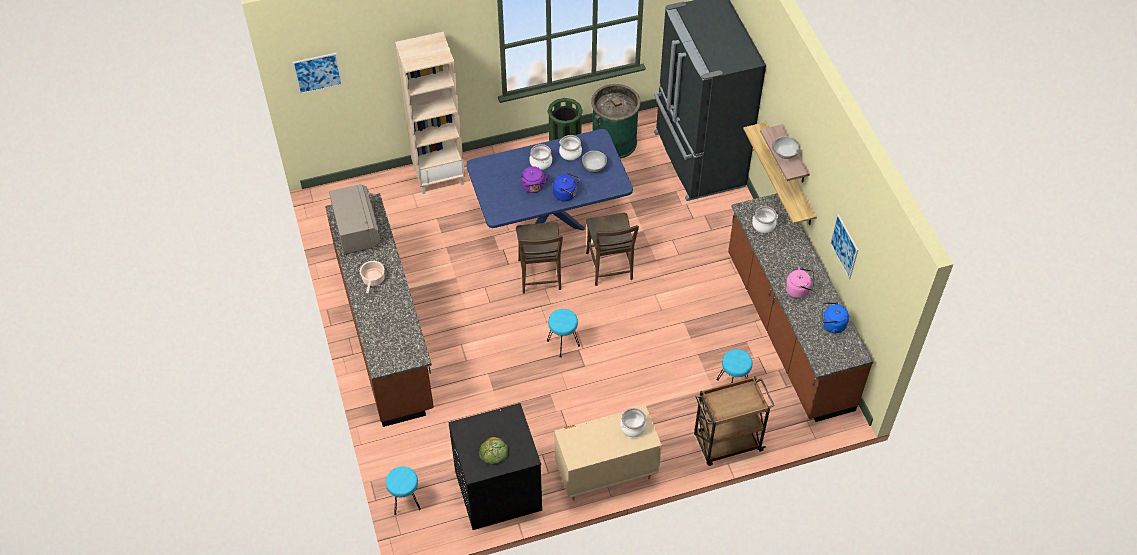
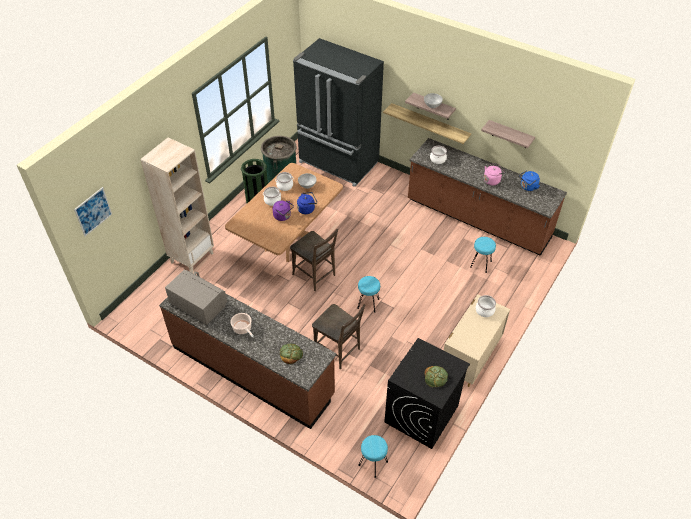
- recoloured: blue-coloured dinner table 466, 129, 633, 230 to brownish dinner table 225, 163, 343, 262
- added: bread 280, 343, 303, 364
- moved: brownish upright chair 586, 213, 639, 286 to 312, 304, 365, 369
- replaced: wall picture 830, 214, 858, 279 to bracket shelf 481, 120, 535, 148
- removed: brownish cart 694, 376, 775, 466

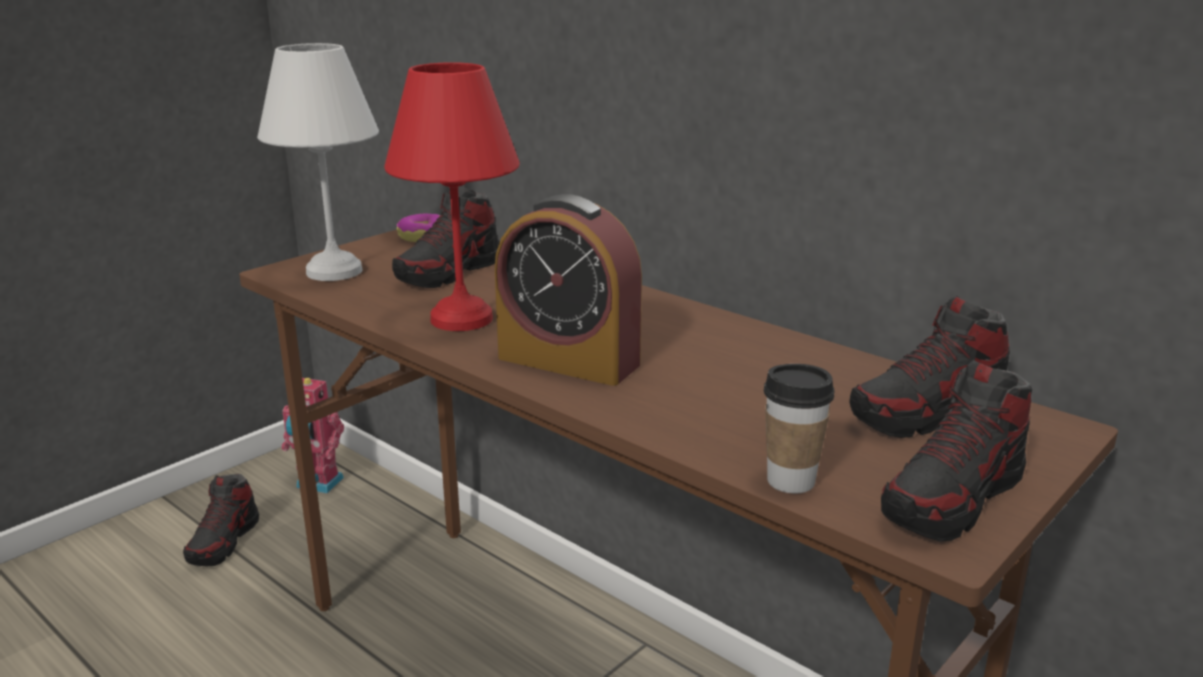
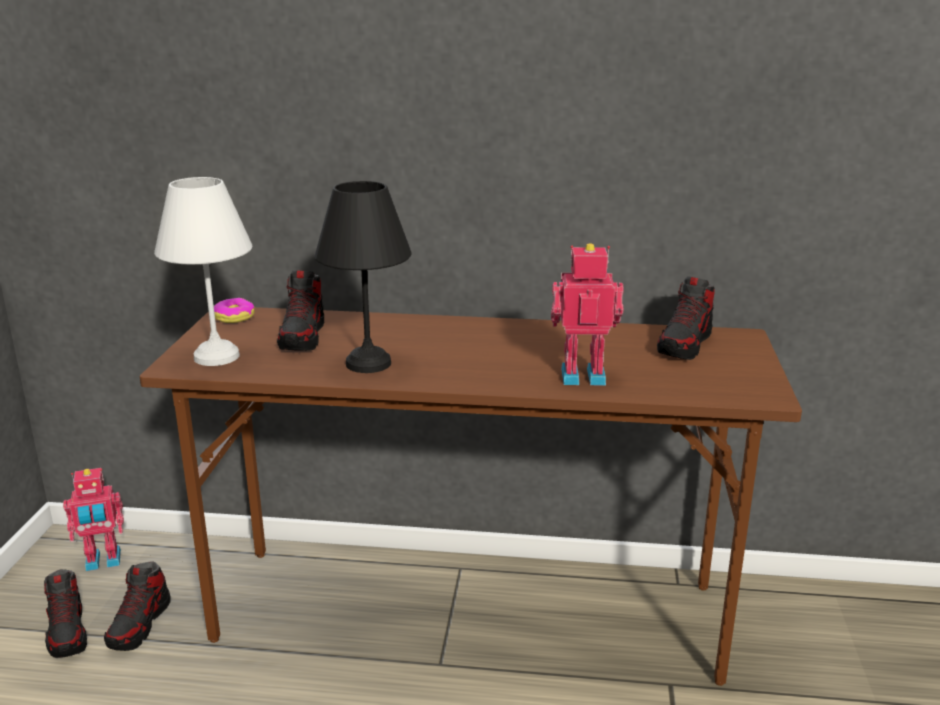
- moved: low shoe 881, 360, 1032, 542 to 104, 561, 171, 651
- recoloured: red tabletop lamp 384, 62, 520, 331 to black tabletop lamp 315, 181, 411, 373
- added: model robot 551, 243, 624, 386
- removed: alarm clock 495, 194, 642, 386
- removed: small cup 764, 364, 834, 493

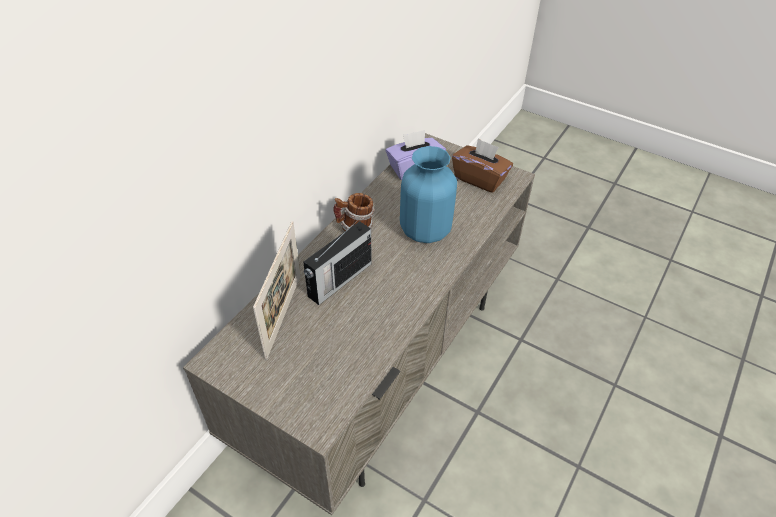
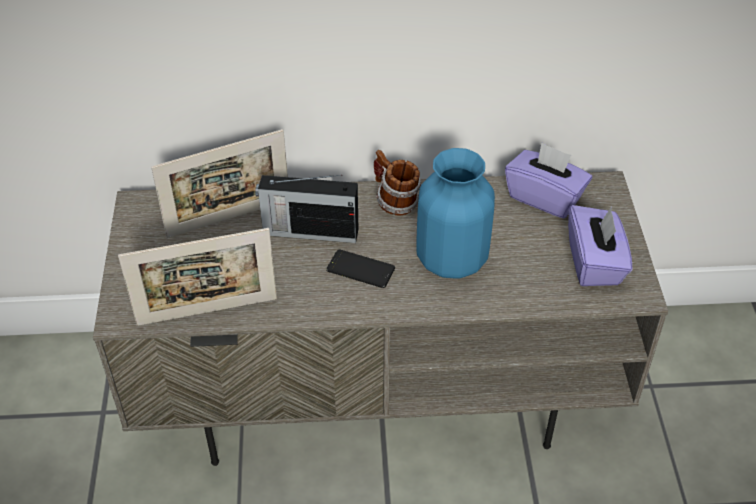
- added: photo frame 118, 228, 277, 326
- added: phone 326, 249, 395, 288
- recoloured: brownish box of tissues 452, 138, 513, 193 to purple box of tissues 568, 205, 632, 286

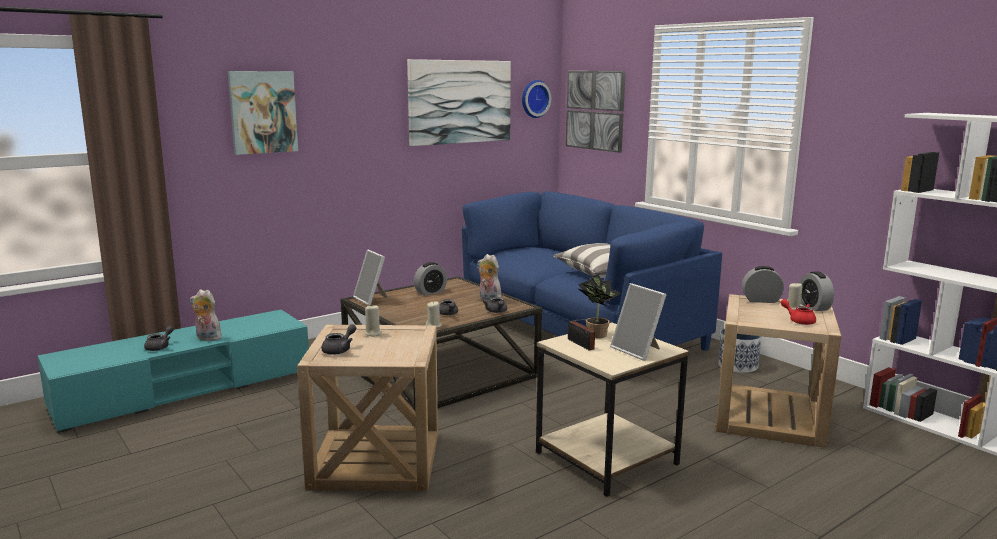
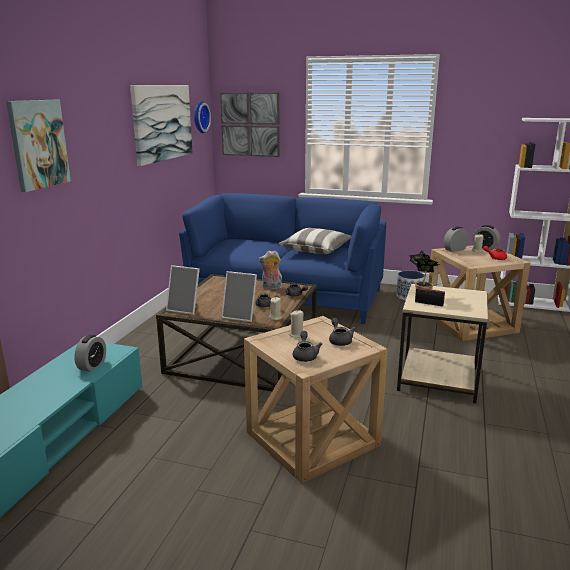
- moved: alarm clock 414, 262, 447, 295 to 74, 334, 106, 372
- moved: photo frame 610, 283, 666, 361 to 221, 271, 257, 322
- moved: greyish teapot 144, 326, 174, 351 to 329, 318, 356, 346
- removed: plush toy 190, 289, 223, 341

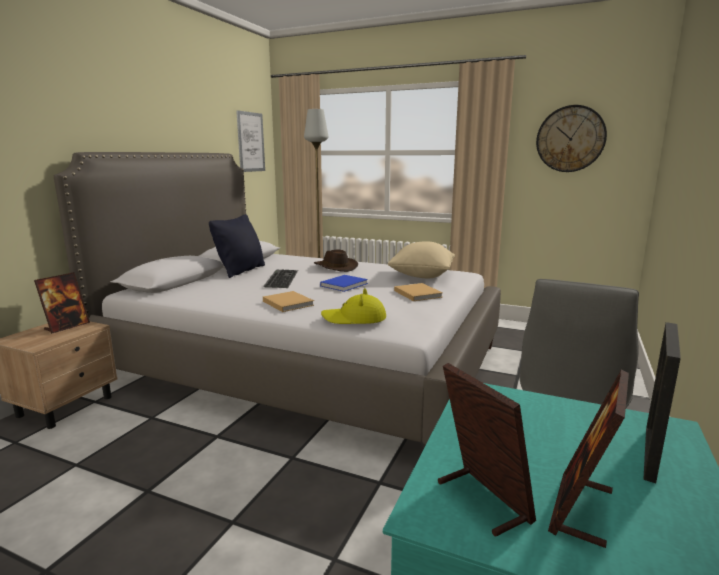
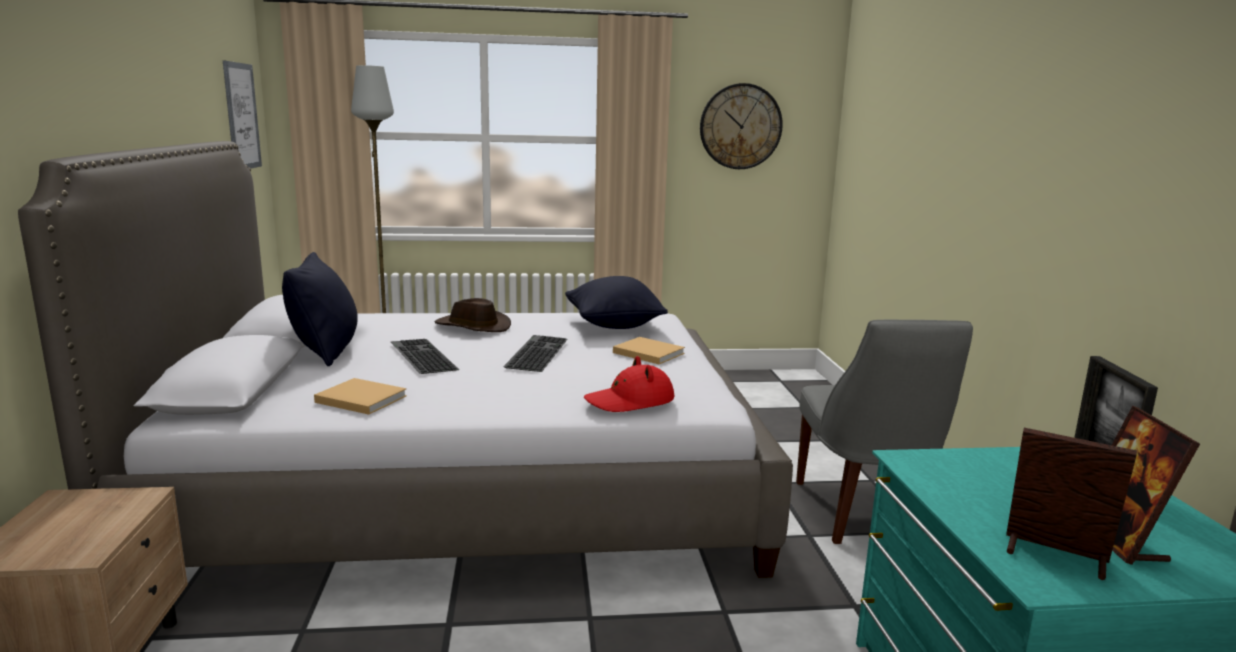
- moved: beige bound book 263, 291, 314, 312 to 314, 378, 407, 415
- replaced: blue-coloured bound book 320, 275, 368, 292 to keyboard 503, 335, 568, 372
- recoloured: beige pillow 388, 241, 455, 278 to black pillow 565, 276, 668, 329
- recoloured: yellow wearable hat 321, 288, 386, 324 to red wearable hat 584, 356, 674, 412
- removed: photo frame 34, 272, 90, 334

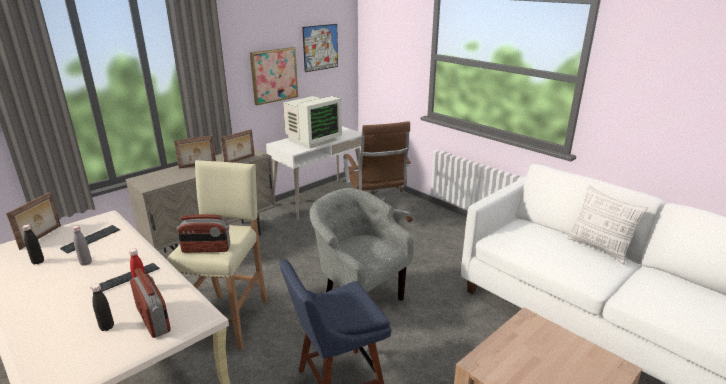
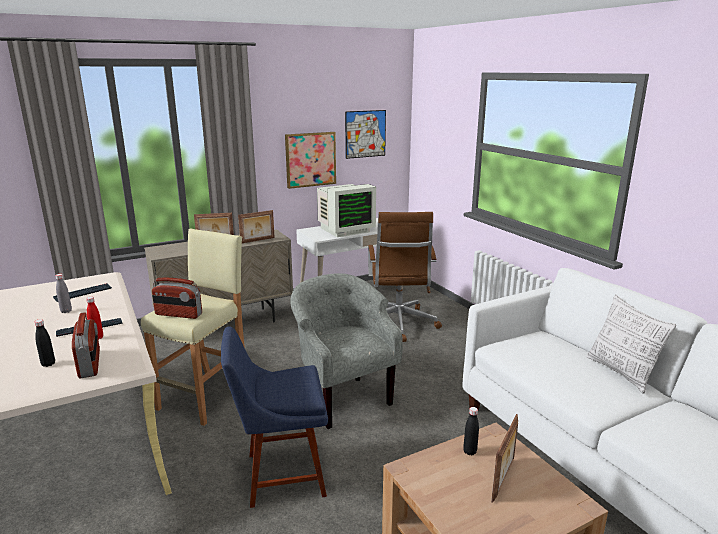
- moved: black drink bottle 22, 224, 44, 265 to 463, 407, 479, 455
- moved: photo frame 6, 192, 61, 250 to 491, 414, 518, 503

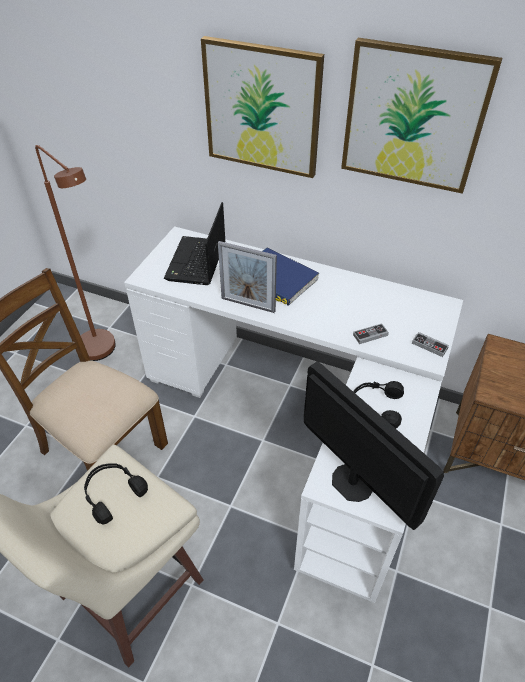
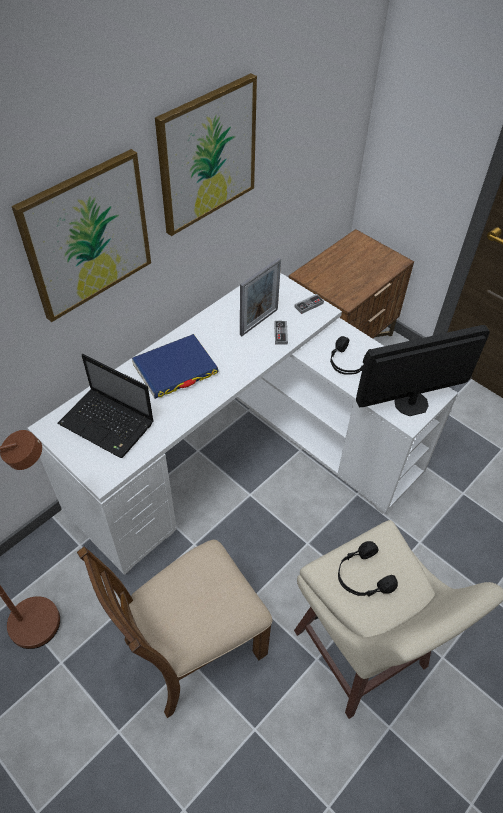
- moved: photo frame 218, 241, 277, 313 to 240, 258, 281, 336

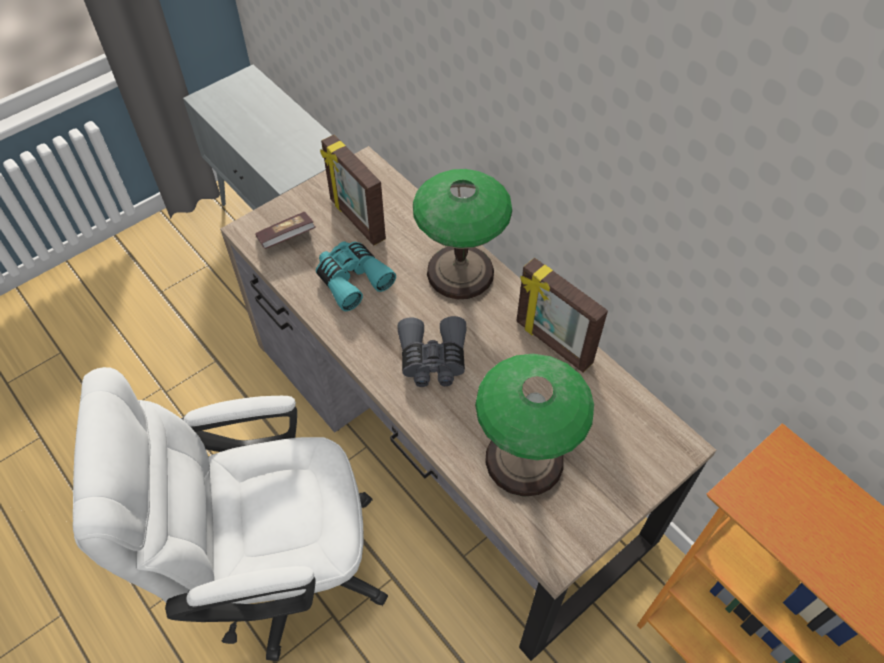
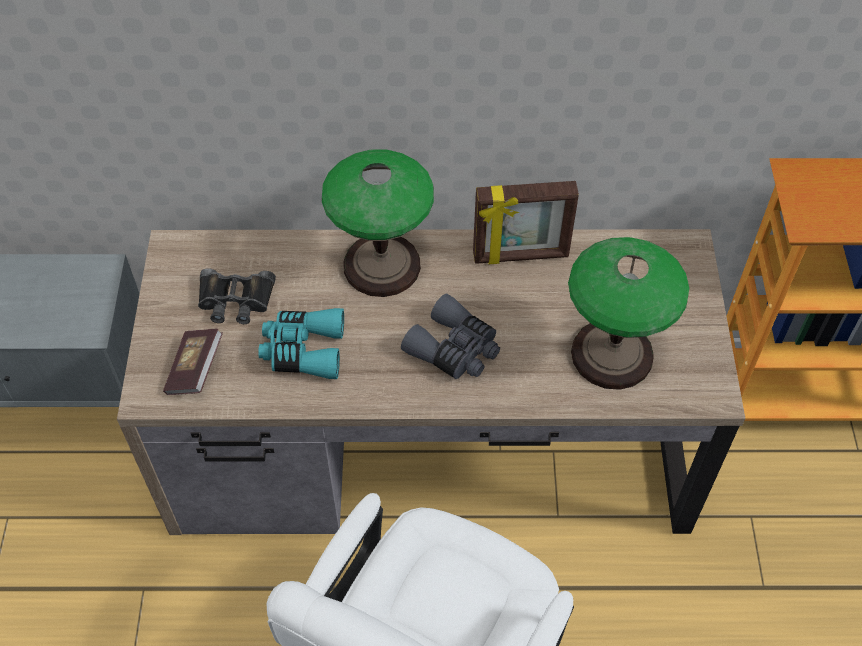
- replaced: photo frame 320, 135, 386, 245 to black field glasses 198, 268, 276, 324

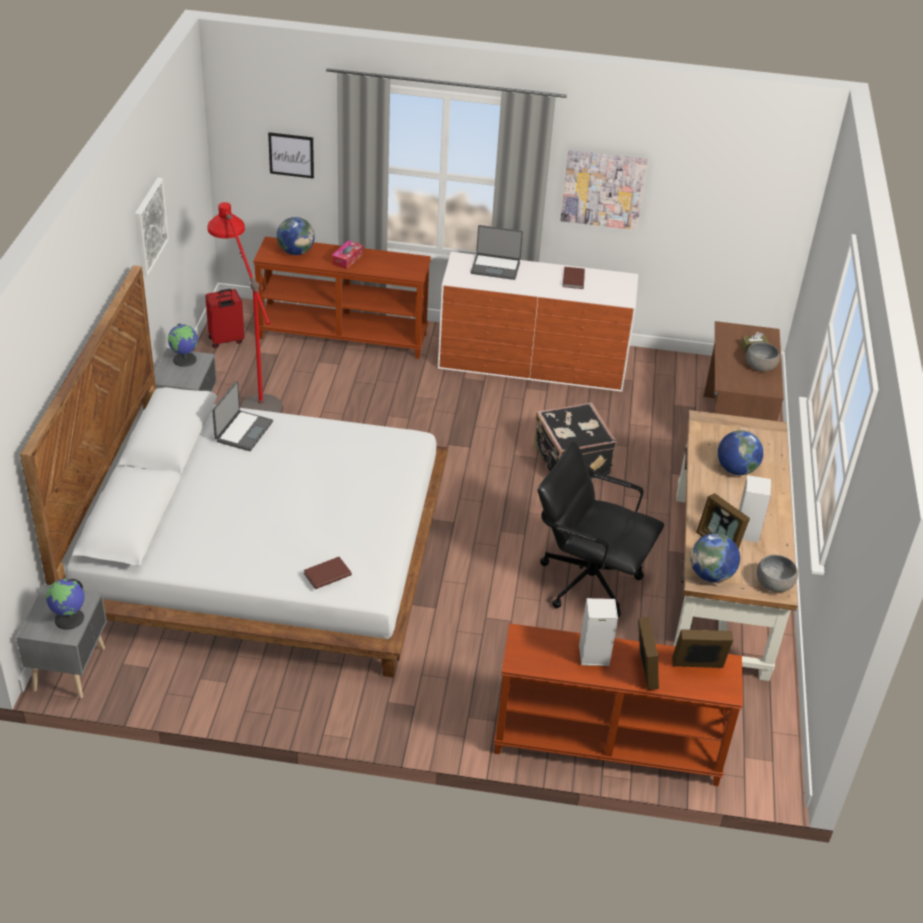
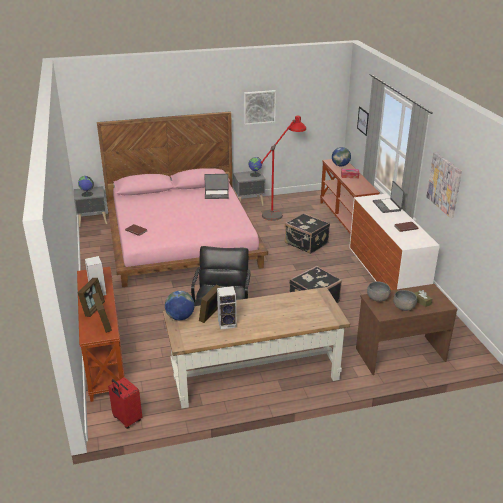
- turned: photo frame 638, 617, 659, 690 = 78, 278, 105, 317 45 degrees counterclockwise
- recoloured: white bedroom bed 20, 265, 448, 678 to pink bedroom bed 97, 111, 268, 287
- moved: red travel case 205, 289, 244, 348 to 108, 377, 142, 429
- added: black travel case 285, 213, 330, 254
- moved: greyish bowl 757, 555, 798, 592 to 367, 282, 390, 302
- removed: world globe 718, 430, 763, 475

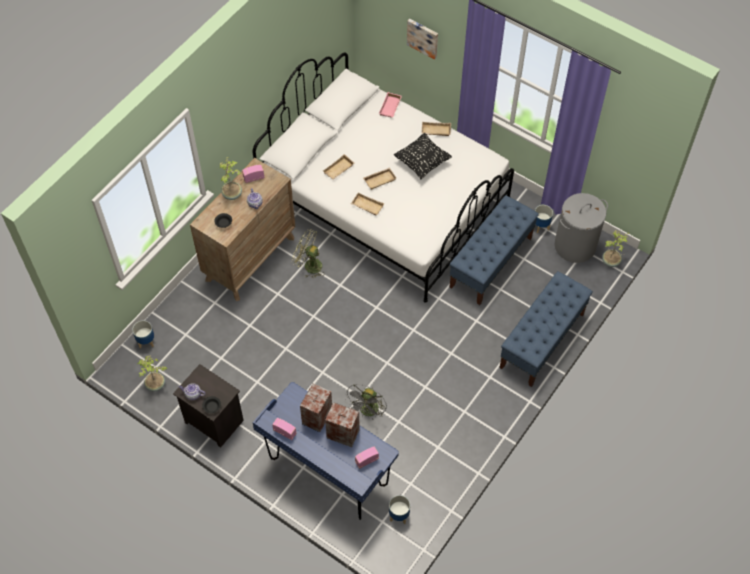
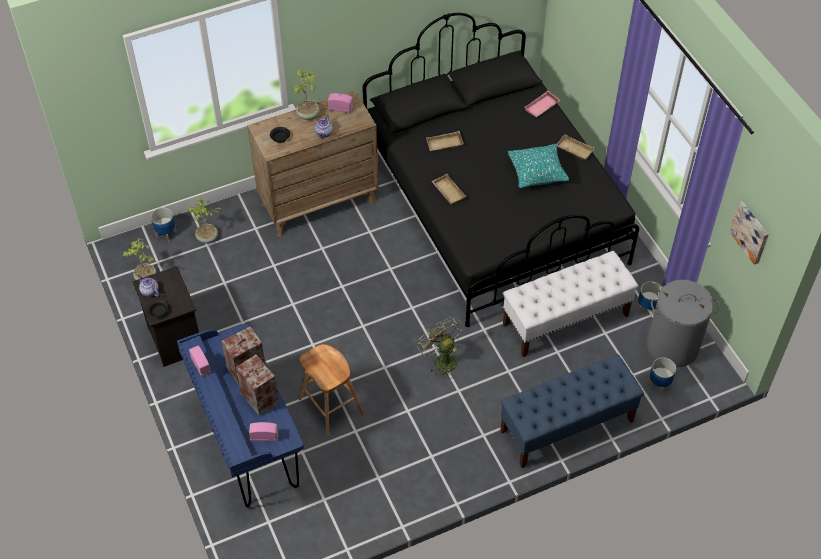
- moved: potted plant 602, 230, 630, 267 to 188, 197, 222, 244
- replaced: greyish cooling fan 345, 384, 387, 420 to brownish stool 298, 344, 364, 436
- recoloured: white bedroom bed 253, 53, 514, 303 to black bedroom bed 363, 13, 639, 327
- moved: greenish cooling fan 292, 229, 323, 279 to 417, 317, 463, 379
- recoloured: blue-coloured bench 450, 195, 539, 305 to white bench 503, 251, 638, 357
- recoloured: black pillow 394, 133, 452, 179 to turquoise pillow 508, 144, 569, 188
- moved: flower pot 389, 495, 410, 524 to 648, 358, 676, 395
- moved: wall picture 407, 19, 438, 60 to 729, 201, 769, 265
- removed: beige carrying tray 363, 167, 396, 190

